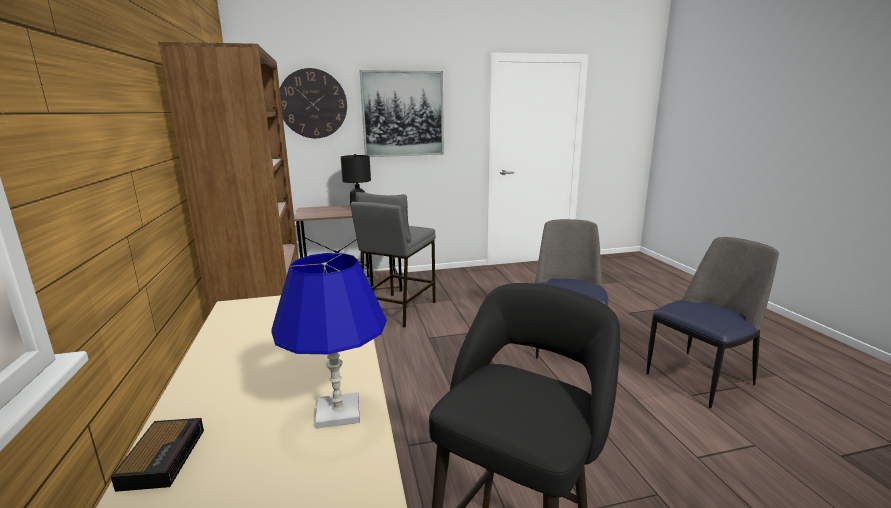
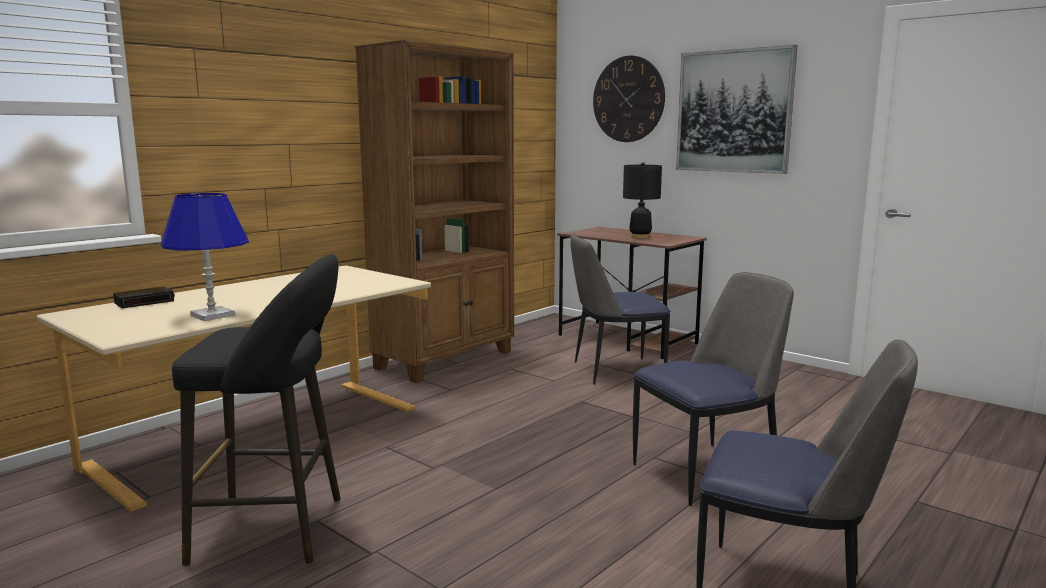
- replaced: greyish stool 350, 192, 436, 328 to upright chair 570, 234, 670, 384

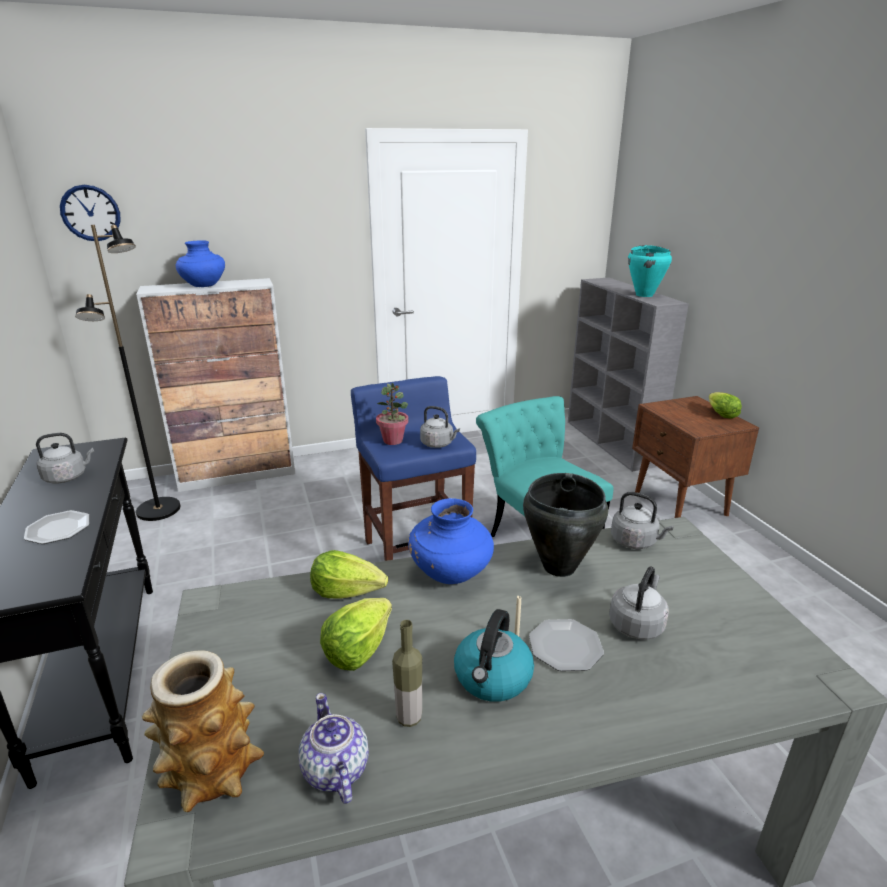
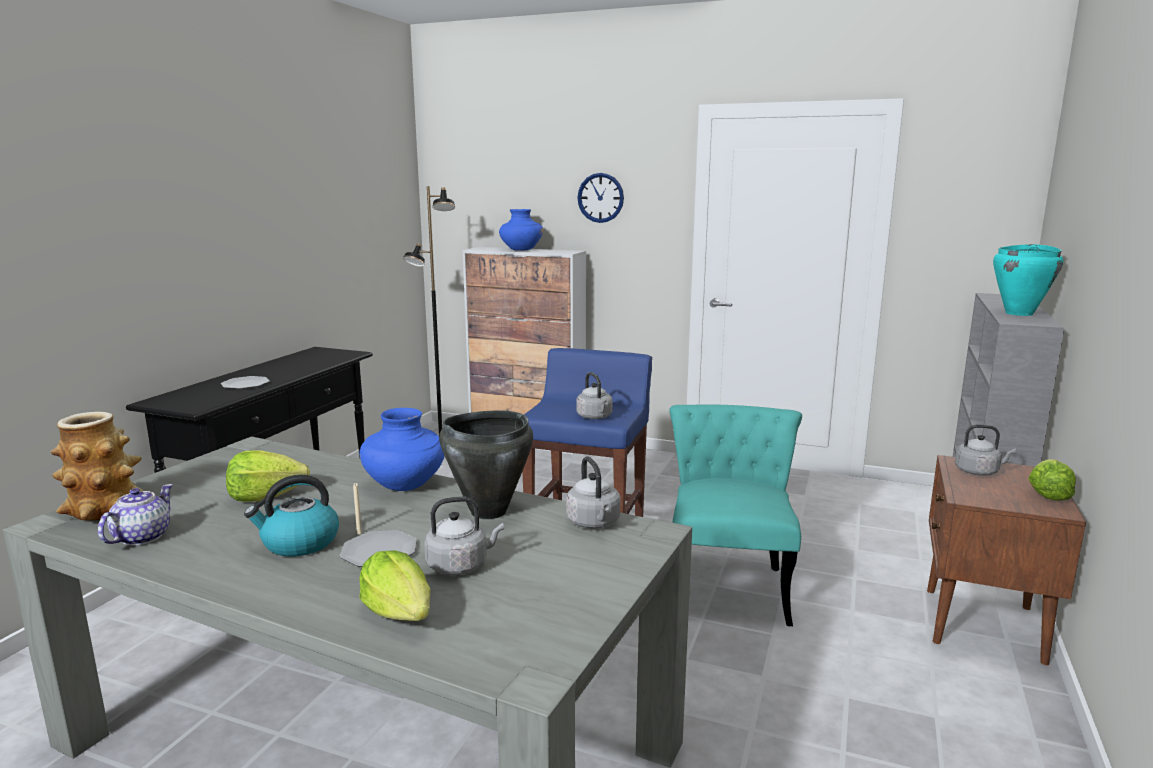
- moved: head of lettuce 310, 550, 388, 598 to 359, 550, 430, 621
- moved: wall clock 60, 185, 121, 241 to 577, 173, 624, 223
- moved: greyish tea kettle 36, 433, 94, 484 to 955, 425, 1016, 476
- removed: potted plant 376, 383, 408, 445
- removed: drink bottle 392, 620, 422, 727

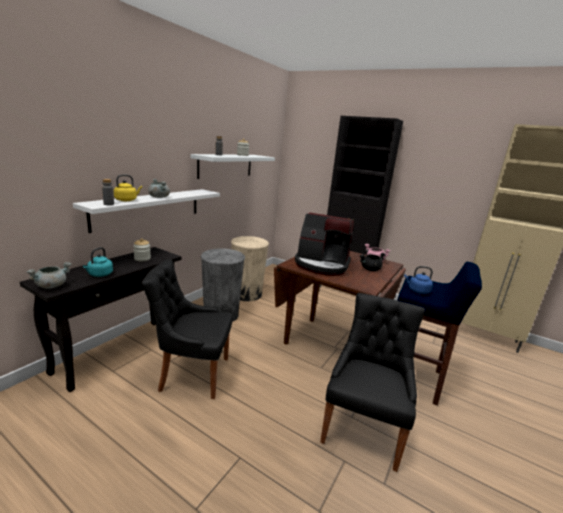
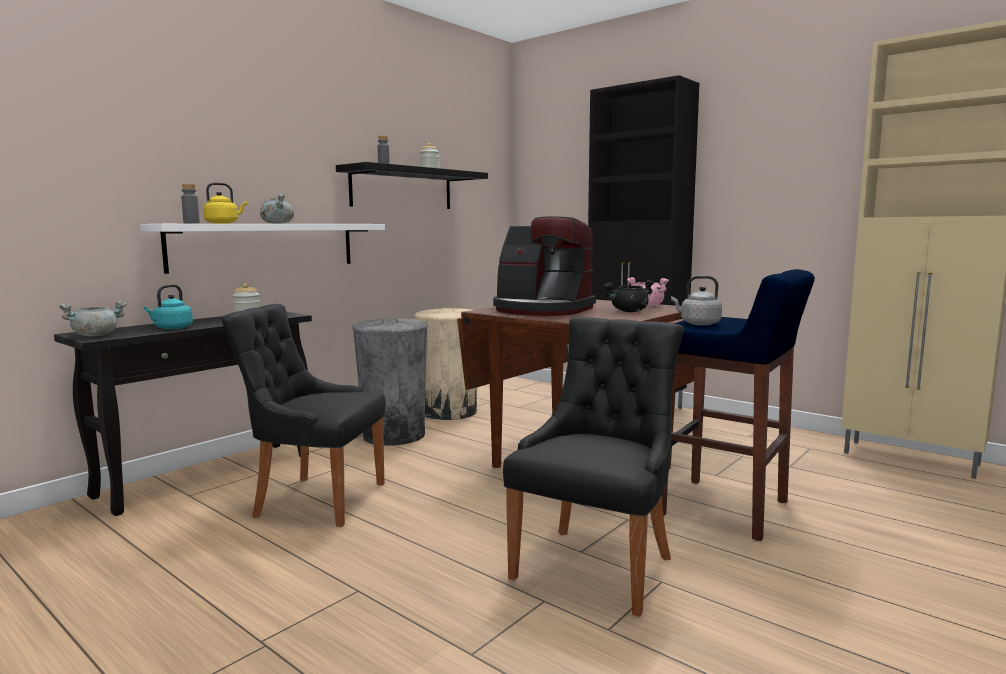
- recoloured: white bracket shelf 190, 154, 275, 179 to black bracket shelf 336, 162, 488, 209
- recoloured: blue-coloured tea kettle 404, 266, 433, 294 to greyish tea kettle 671, 276, 722, 325

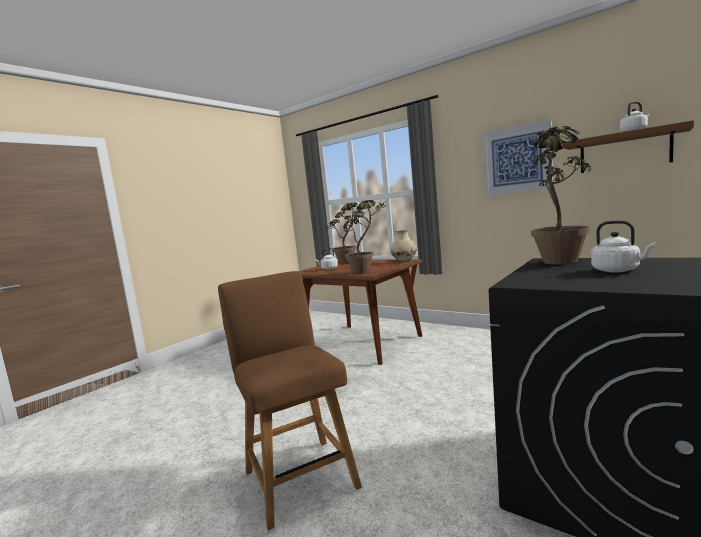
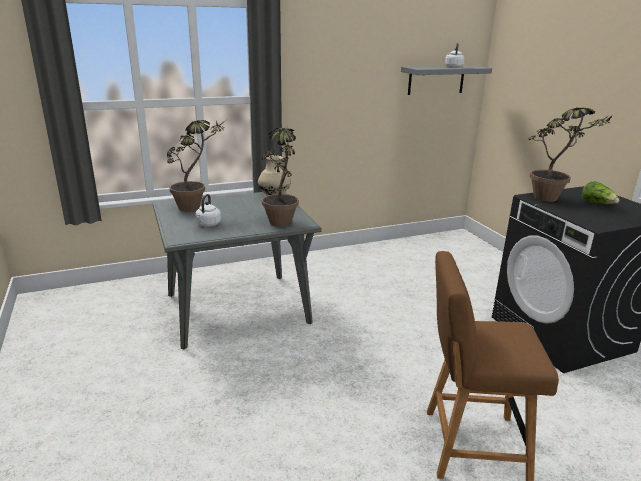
- recoloured: brownish dinner table 298, 259, 422, 365 to greyish dinner table 153, 192, 321, 350
- recoloured: brownish bracket shelf 562, 120, 694, 173 to greyish bracket shelf 401, 65, 492, 95
- replaced: white tea kettle 591, 220, 656, 272 to head of lettuce 582, 181, 619, 204
- removed: wall picture 482, 119, 553, 196

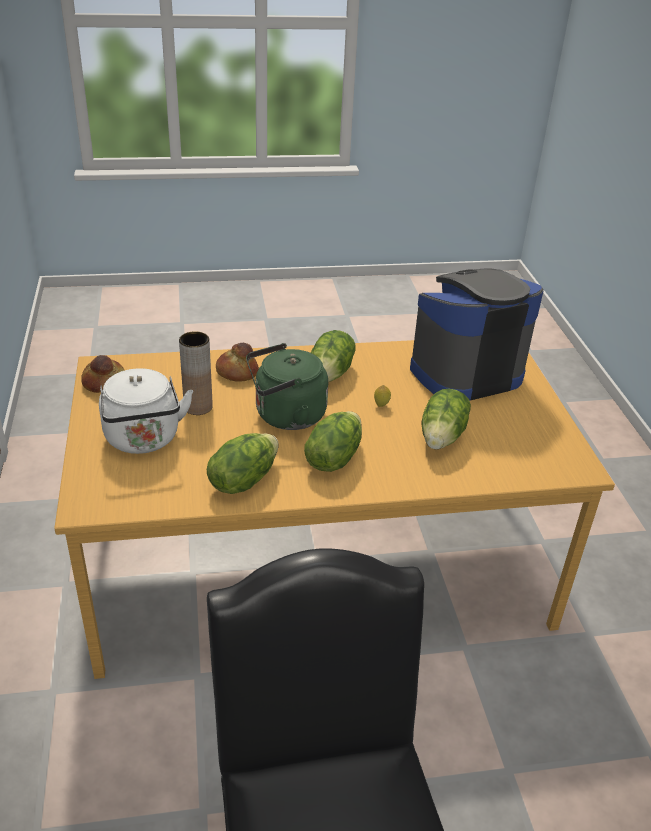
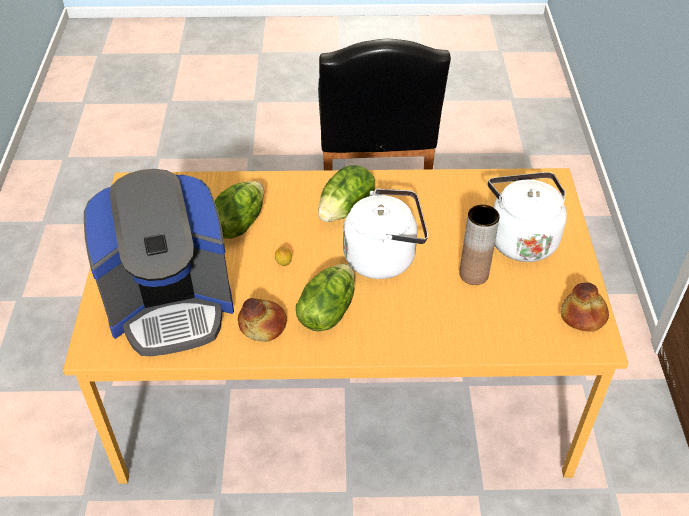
- moved: bread 216, 343, 259, 382 to 238, 298, 287, 342
- recoloured: greenish tea kettle 246, 343, 328, 430 to white tea kettle 343, 188, 428, 279
- removed: head of lettuce 207, 433, 279, 494

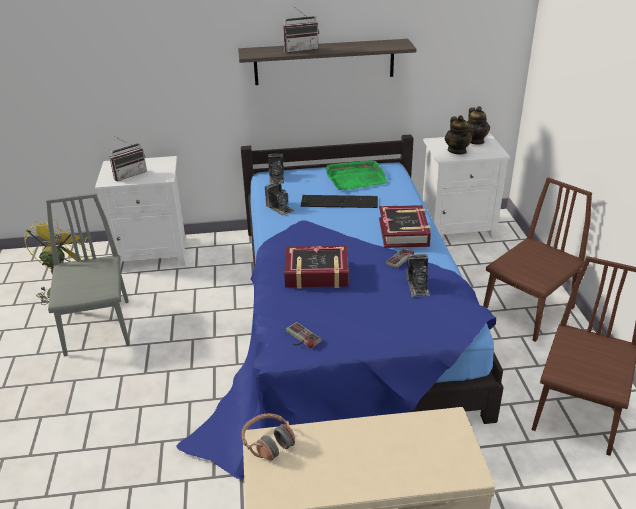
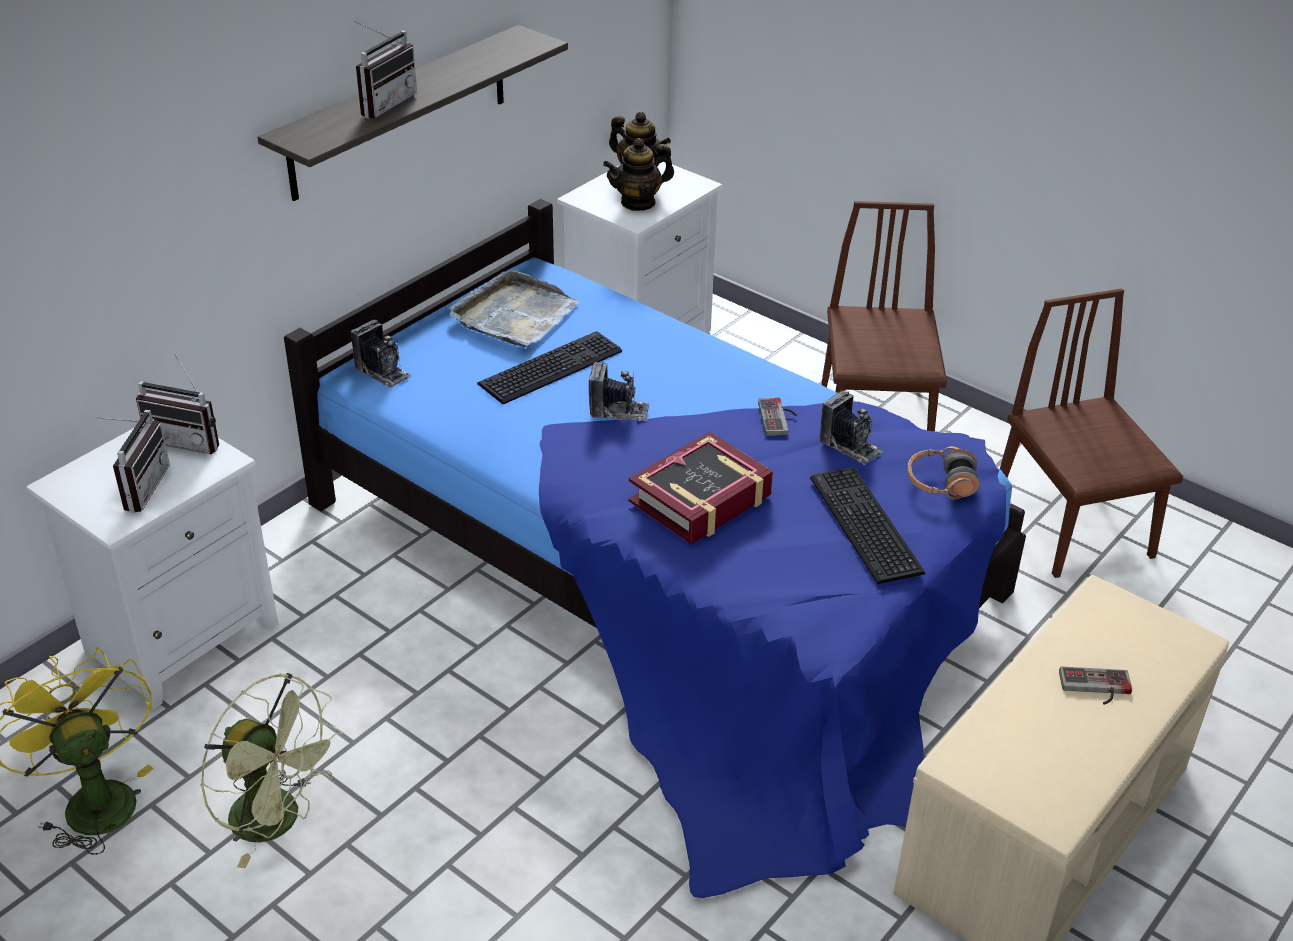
- added: radio set 136, 355, 219, 454
- replaced: greyish upright chair 46, 193, 130, 357 to greenish cooling fan 201, 673, 342, 868
- recoloured: greenish carrying tray 325, 160, 388, 190 to greyish carrying tray 449, 270, 580, 347
- moved: photo camera 265, 181, 294, 216 to 589, 362, 650, 421
- turned: teapot 445, 115, 472, 155 = 603, 138, 674, 211 120 degrees clockwise
- added: keyboard 810, 467, 925, 584
- moved: headphones 242, 414, 295, 461 to 907, 446, 980, 500
- moved: joypad 286, 322, 321, 348 to 1059, 666, 1132, 705
- removed: bound book 379, 205, 431, 248

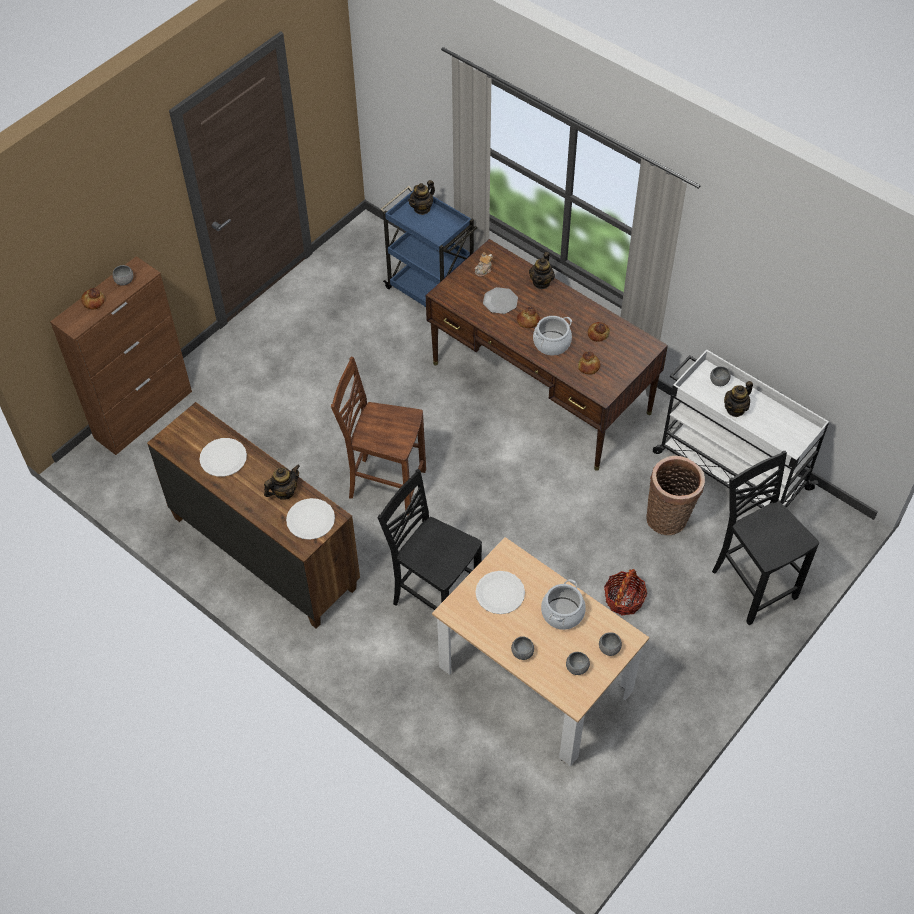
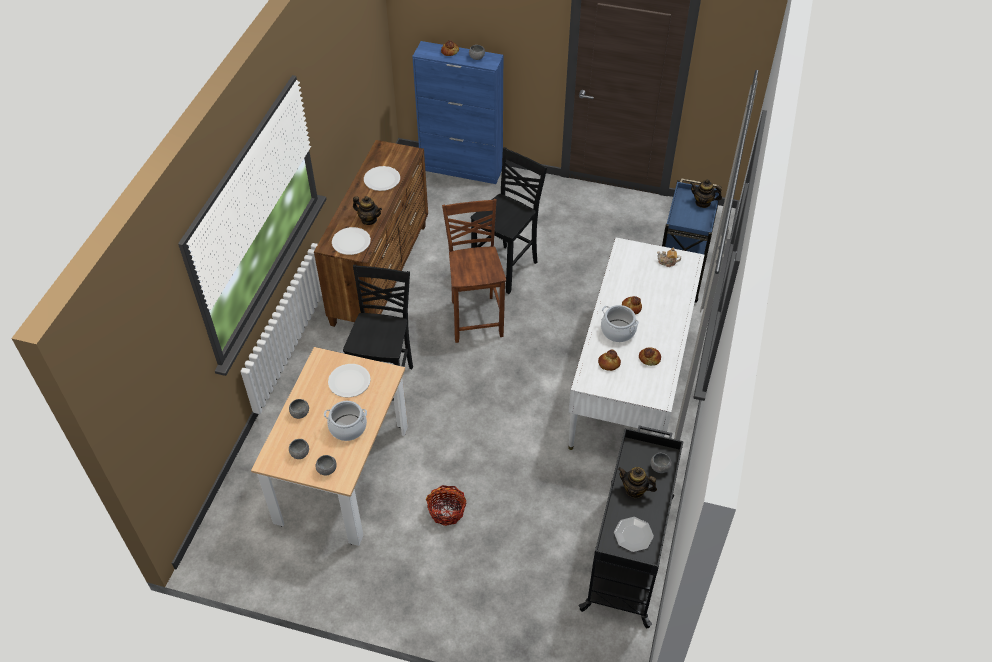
- recoloured: brownish storage cabinet 50, 256, 192, 455 to blue-coloured storage cabinet 412, 41, 503, 184
- moved: black upright chair 712, 451, 819, 625 to 471, 147, 547, 294
- recoloured: brownish desk 426, 239, 668, 471 to white desk 568, 237, 704, 450
- recoloured: white cart 653, 350, 829, 508 to black cart 578, 426, 683, 628
- moved: dinner plate 483, 287, 518, 314 to 614, 517, 654, 552
- removed: teapot 529, 252, 555, 289
- removed: household basket 646, 456, 705, 535

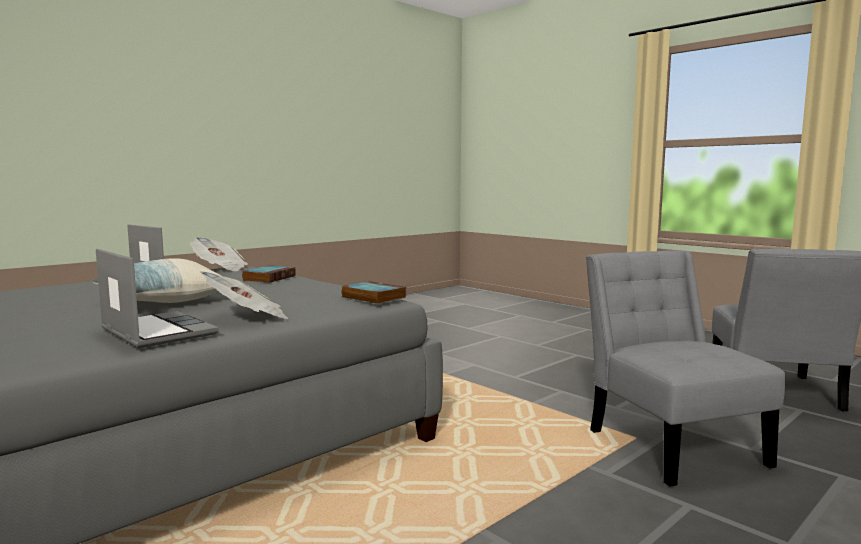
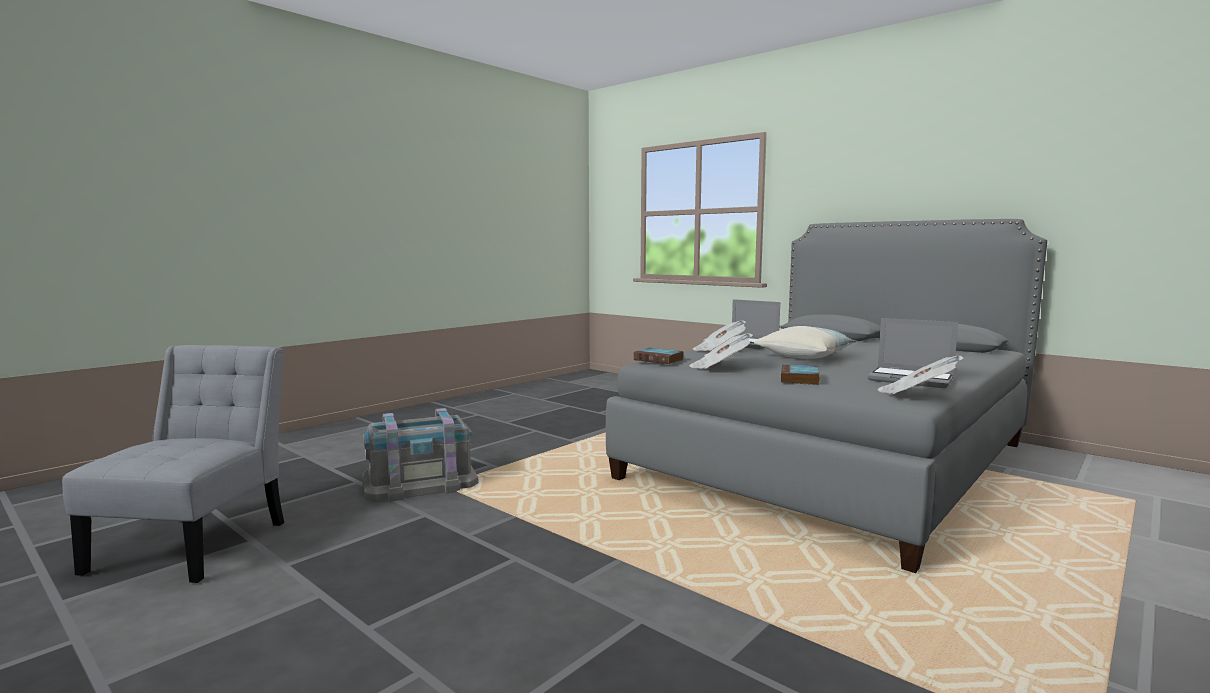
- replaced: greyish upright chair 586, 250, 785, 487 to greyish storage box 363, 408, 479, 502
- added: newspaper 689, 333, 753, 369

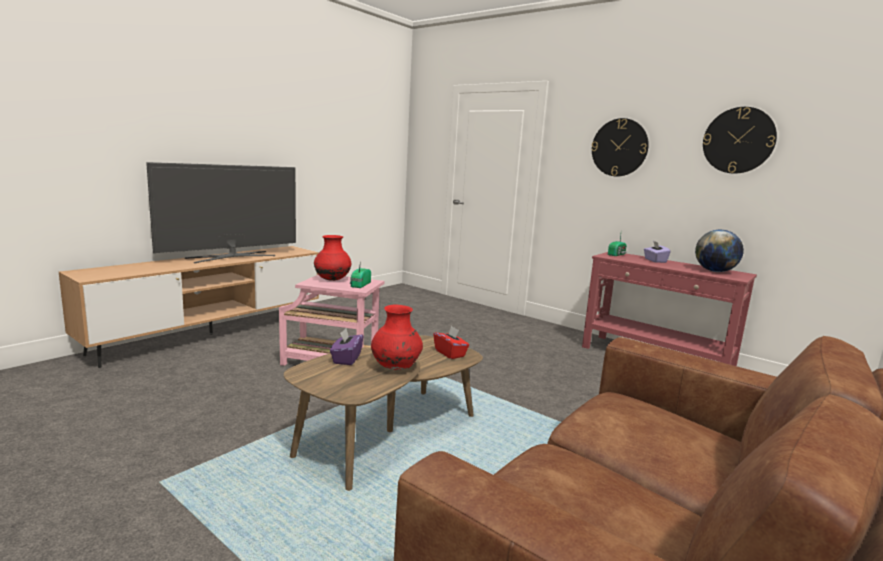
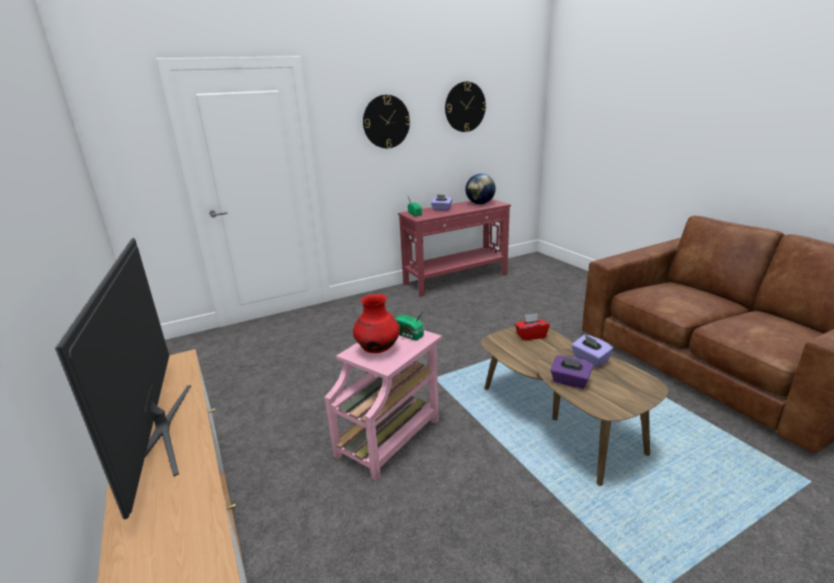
- replaced: red decorative vase 371, 305, 423, 370 to purple box of tissues 571, 335, 613, 367

